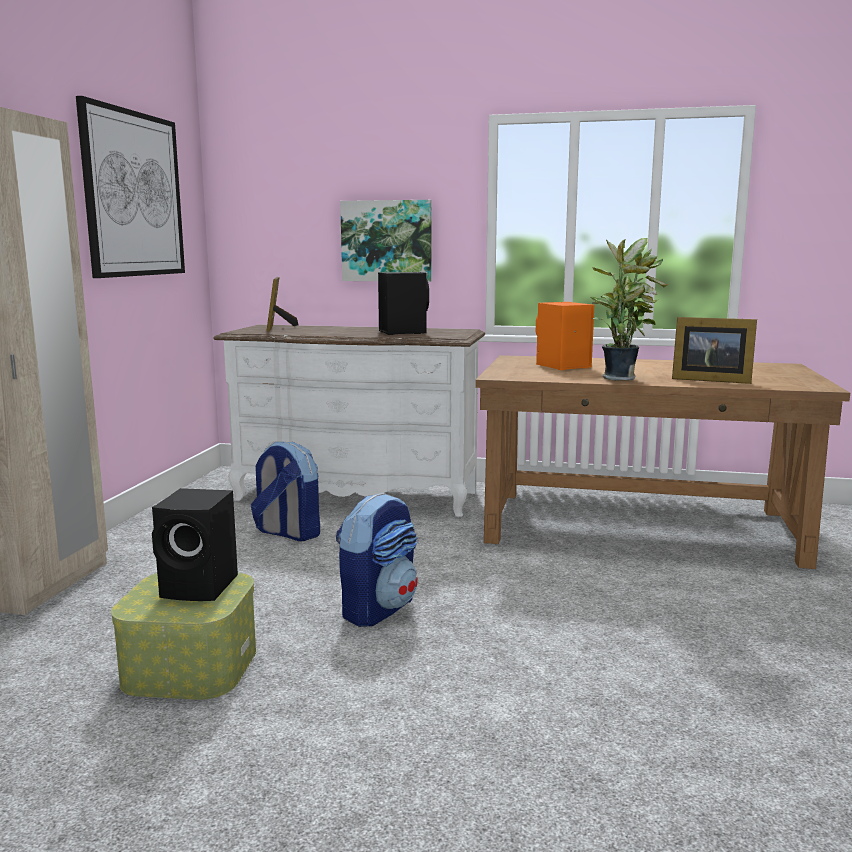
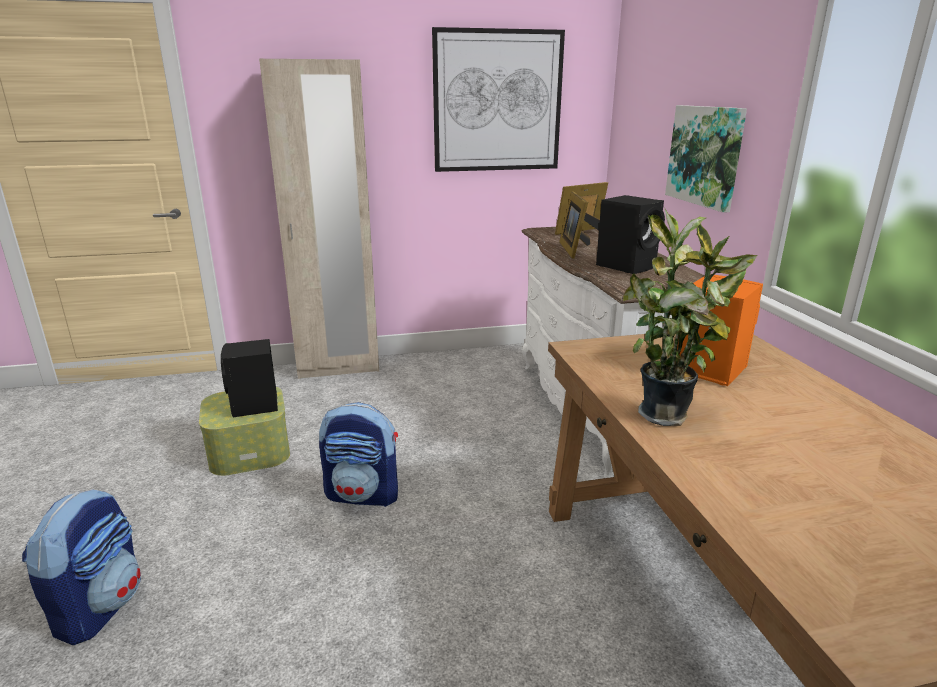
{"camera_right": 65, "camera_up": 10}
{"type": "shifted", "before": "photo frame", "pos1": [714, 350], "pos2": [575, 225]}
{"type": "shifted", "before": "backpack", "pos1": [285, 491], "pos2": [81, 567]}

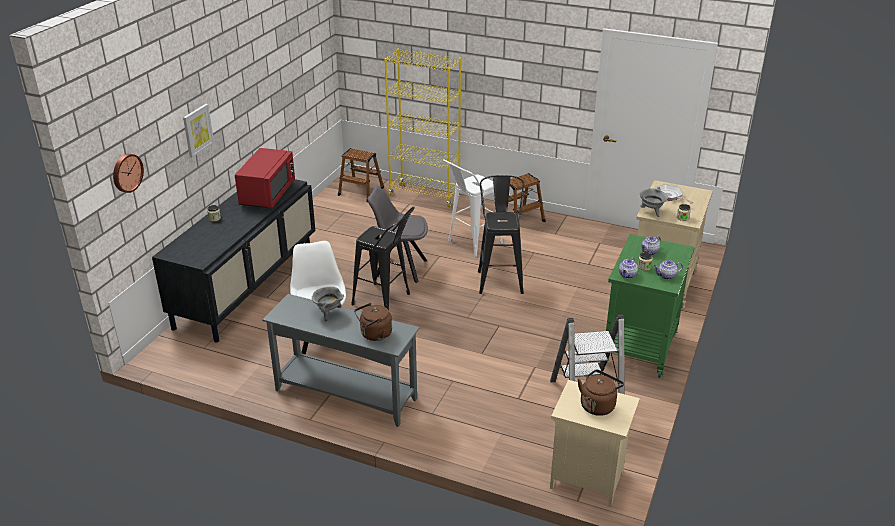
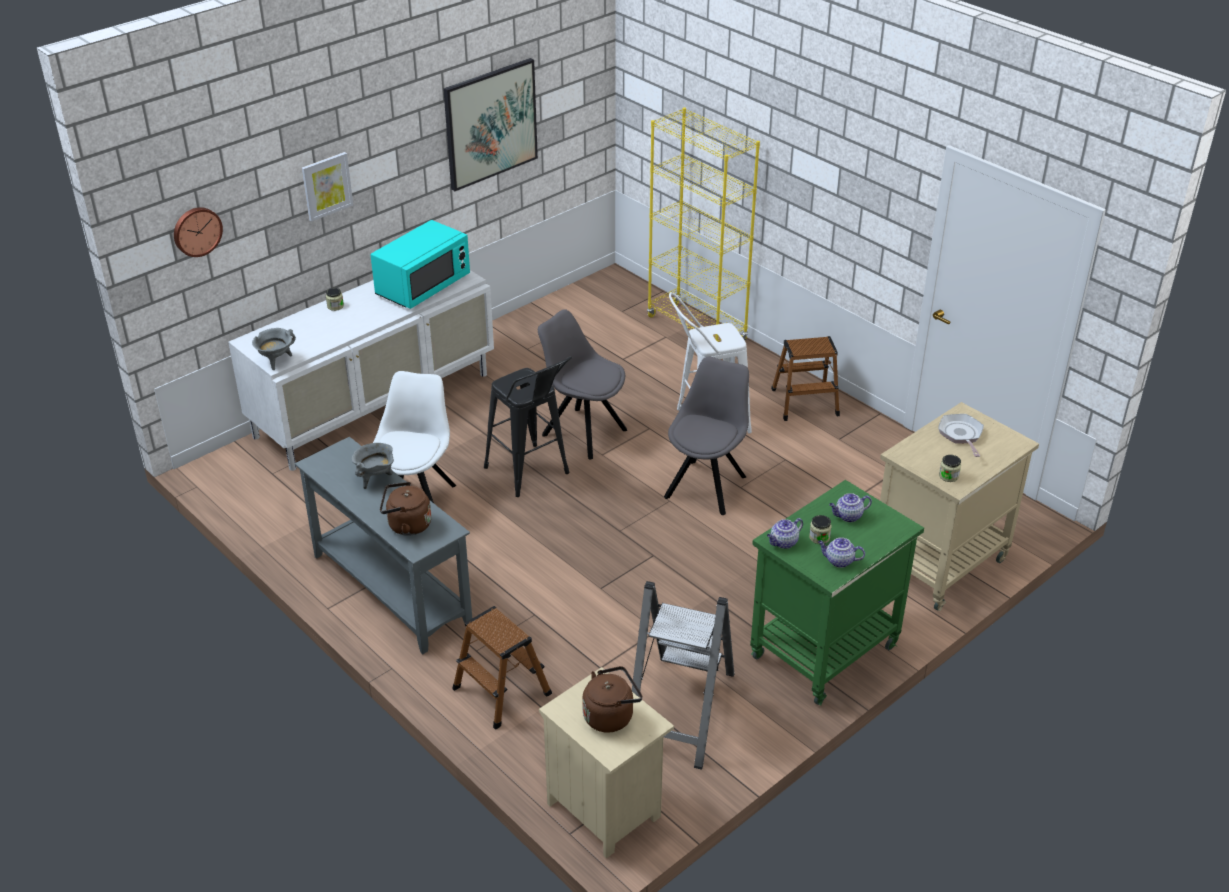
{"camera_right": 25, "camera_up": 5}
{"type": "repainted", "before": "kitchen microwave/red-coloured", "after": "kitchen microwave/turquoise-coloured", "pos1": [265, 178], "pos2": [420, 264]}
{"type": "shifted", "before": "step ladder/brownish", "pos1": [361, 175], "pos2": [502, 667]}
{"type": "swapped", "before": "stool seat/black-coloured", "after": "chair/gray", "pos1": [501, 234], "pos2": [706, 436]}
{"type": "repainted", "before": "cabinet/black-coloured", "after": "cabinet/whitish", "pos1": [233, 260], "pos2": [361, 370]}
{"type": "shifted", "before": "stockpot/gray", "pos1": [653, 202], "pos2": [274, 349]}
{"type": "new", "after": "wall art", "pos2": [490, 124]}

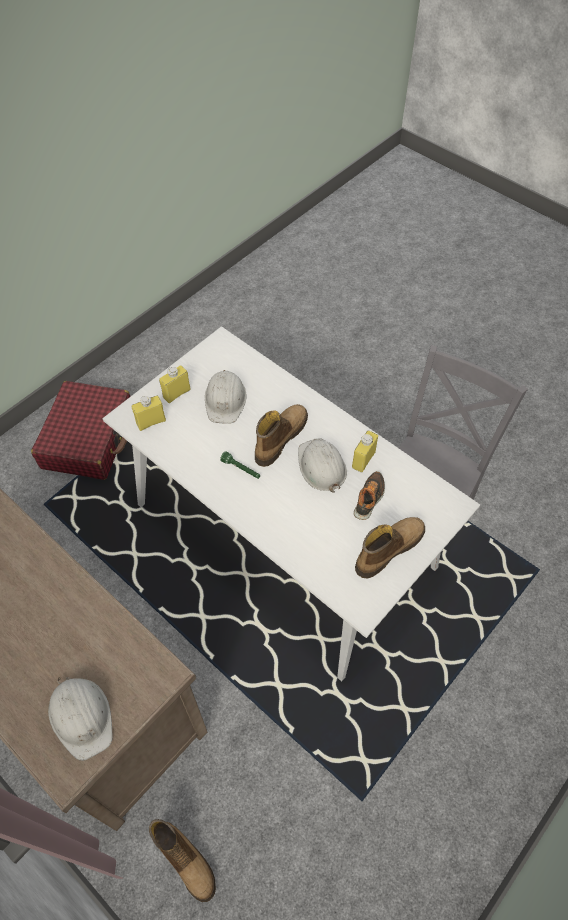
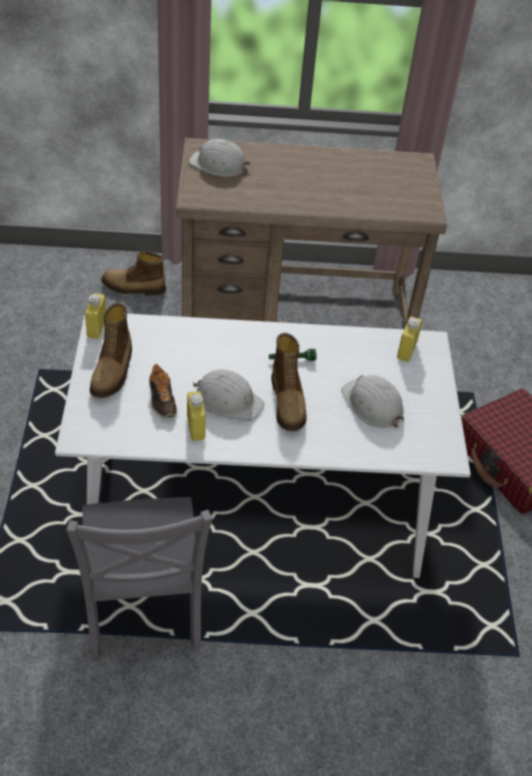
{"camera_right": 135, "camera_up": -10}
{"type": "shifted", "before": "bottle/yellow-coloured", "pos1": [175, 384], "pos2": [95, 316]}

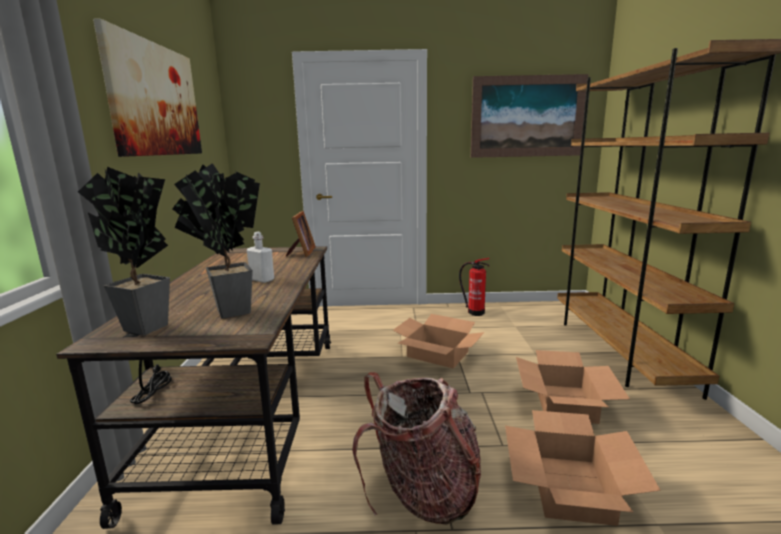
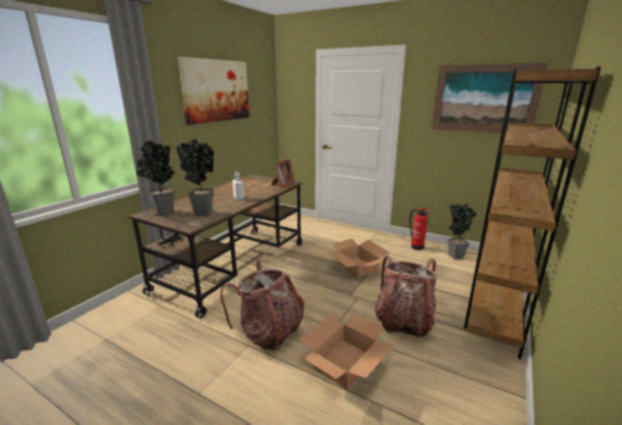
{"camera_right": 30, "camera_up": 5}
{"type": "swapped", "before": "carton", "after": "backpack", "pos1": [573, 387], "pos2": [406, 296]}
{"type": "new", "after": "houseplant", "pos2": [462, 231]}

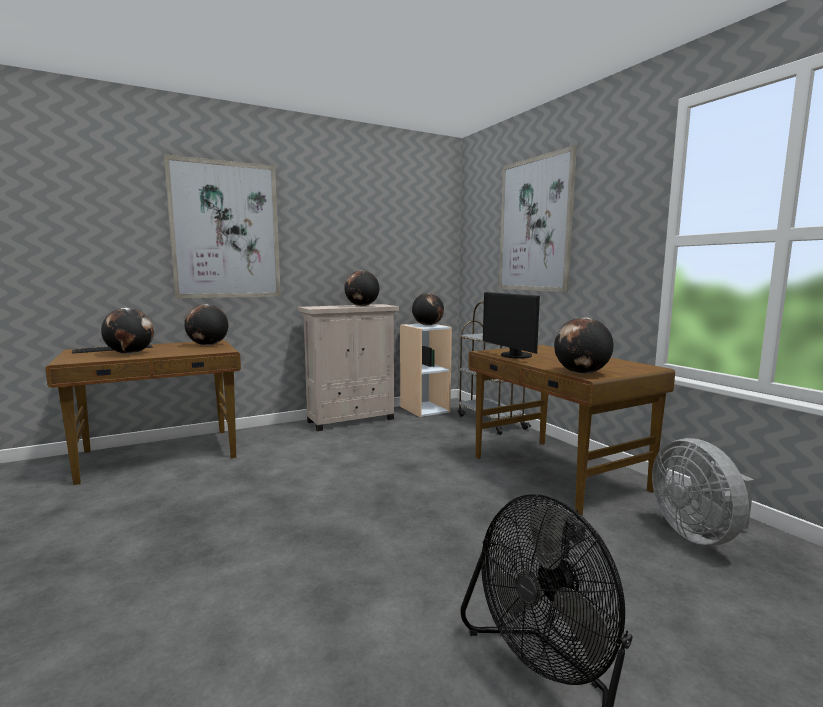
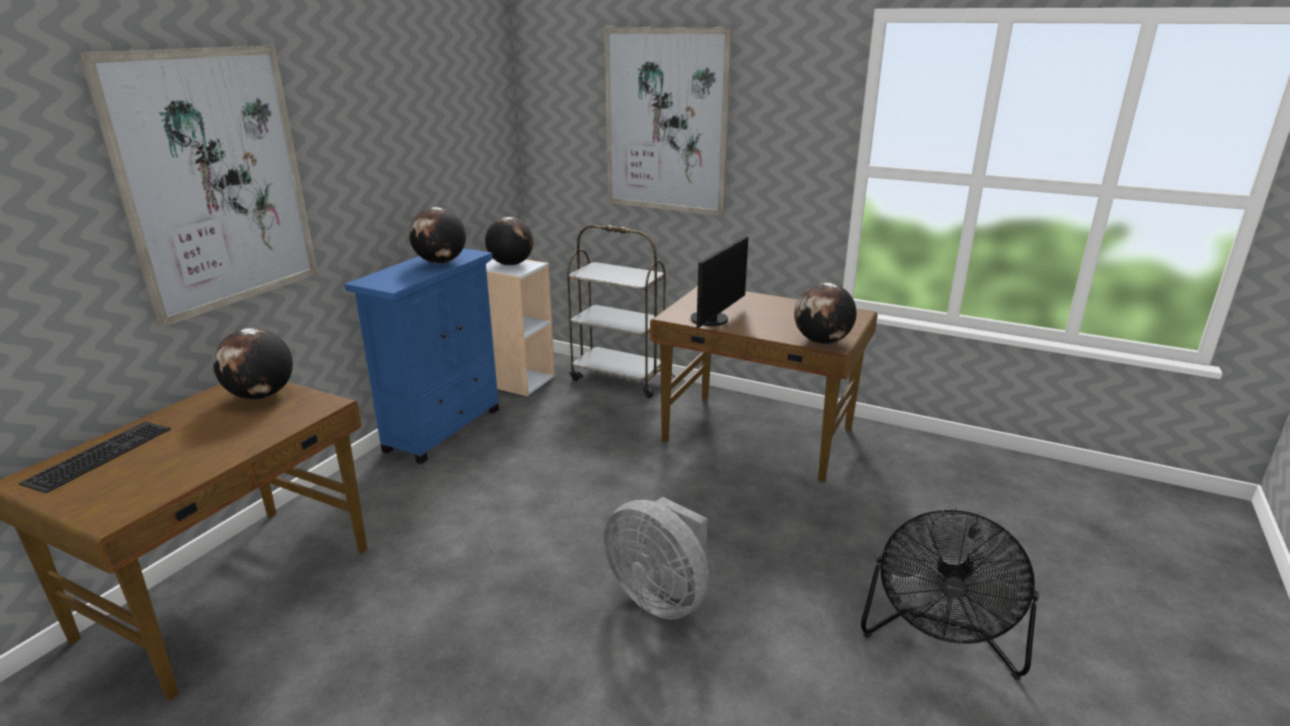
{"camera_right": -35, "camera_up": 15}
{"type": "rotated", "before": "computer display", "pos1": [511, 325], "pos2": [719, 282], "turn": -90}
{"type": "repainted", "before": "cabinet/beige", "after": "cabinet/blue", "pos1": [348, 368], "pos2": [421, 356]}
{"type": "gone", "before": "globe", "pos1": [127, 331]}
{"type": "shifted", "before": "electric fan/gray", "pos1": [703, 492], "pos2": [656, 558]}

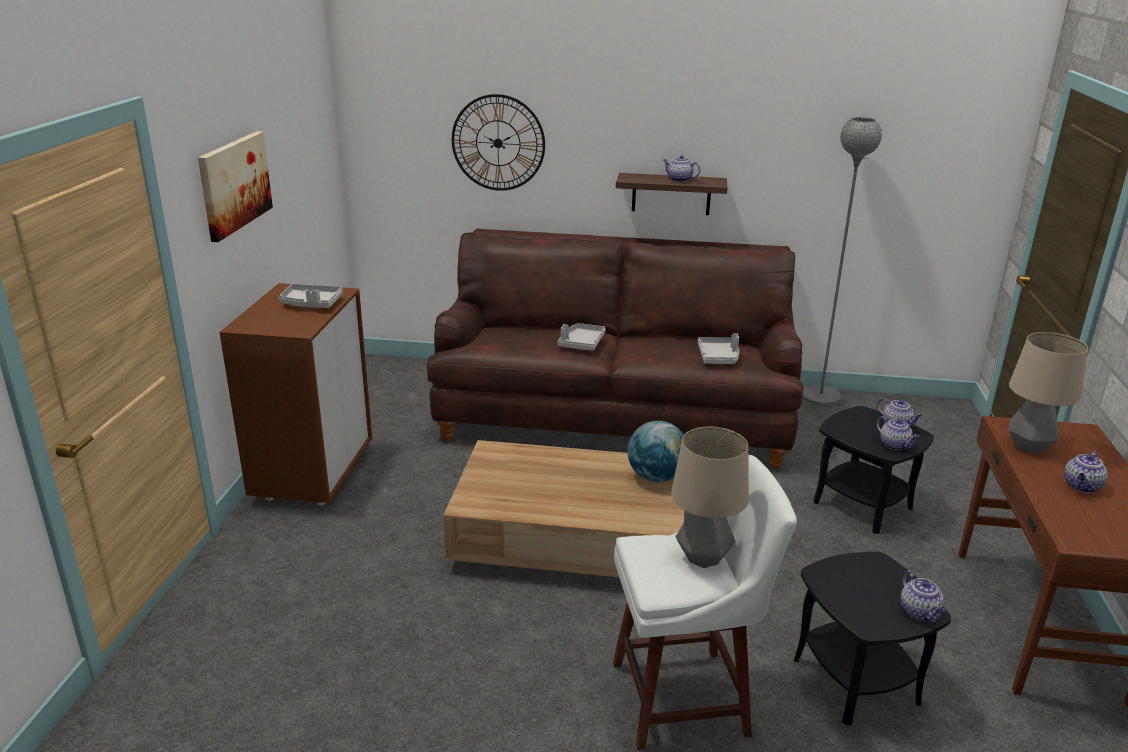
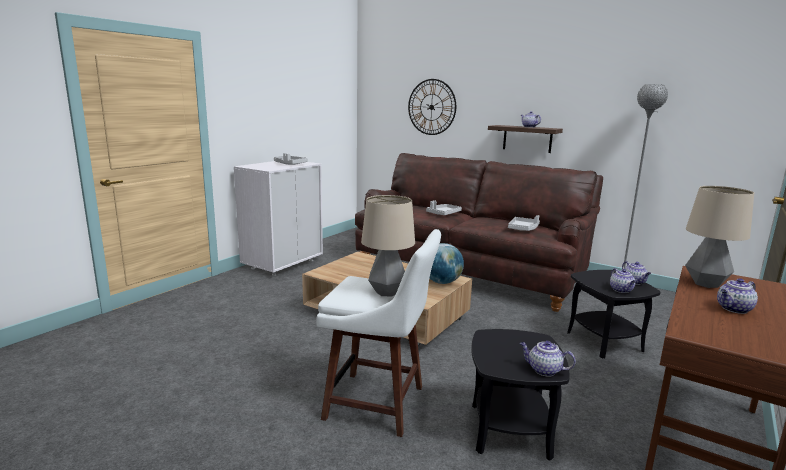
{"camera_right": 25, "camera_up": -10}
{"type": "gone", "before": "wall art", "pos1": [235, 186]}
{"type": "repainted", "before": "cabinet/brownish", "after": "cabinet/whitish", "pos1": [295, 394], "pos2": [278, 218]}
{"type": "rotated", "before": "tea pot", "pos1": [923, 596], "pos2": [548, 359], "turn": 105}

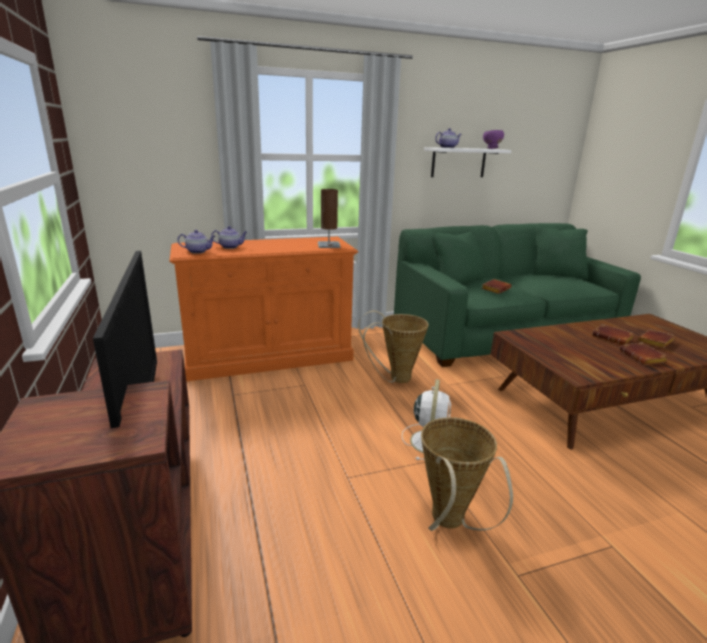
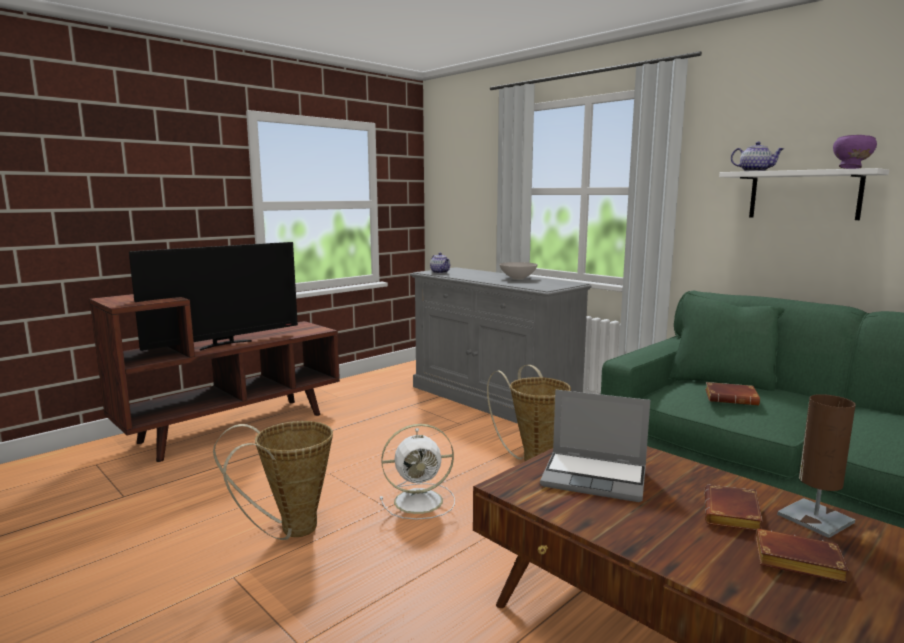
{"camera_right": 65, "camera_up": -10}
{"type": "shifted", "before": "lamp for a table/brownish", "pos1": [329, 218], "pos2": [816, 466]}
{"type": "gone", "before": "tea pot", "pos1": [229, 237]}
{"type": "repainted", "before": "cabinet/orange", "after": "cabinet/gray", "pos1": [264, 309], "pos2": [501, 345]}
{"type": "gone", "before": "bound book/brownish", "pos1": [644, 354]}
{"type": "new", "after": "bowl/whitish", "pos2": [518, 270]}
{"type": "new", "after": "laptop", "pos2": [595, 446]}

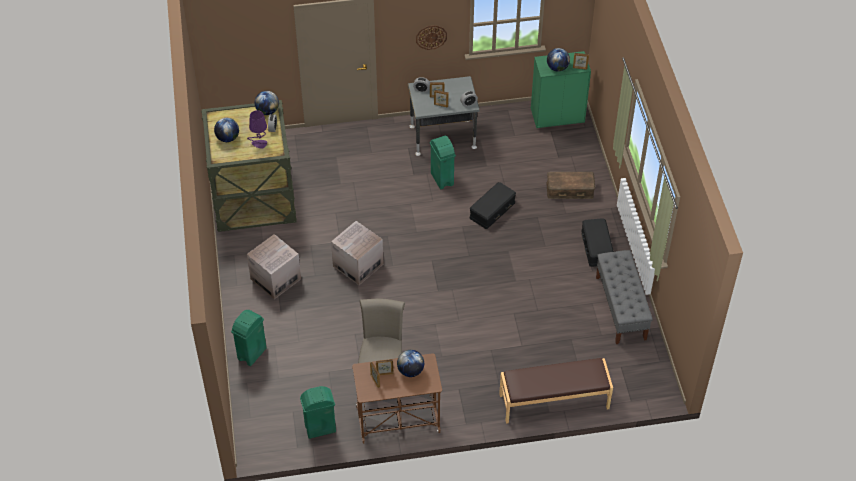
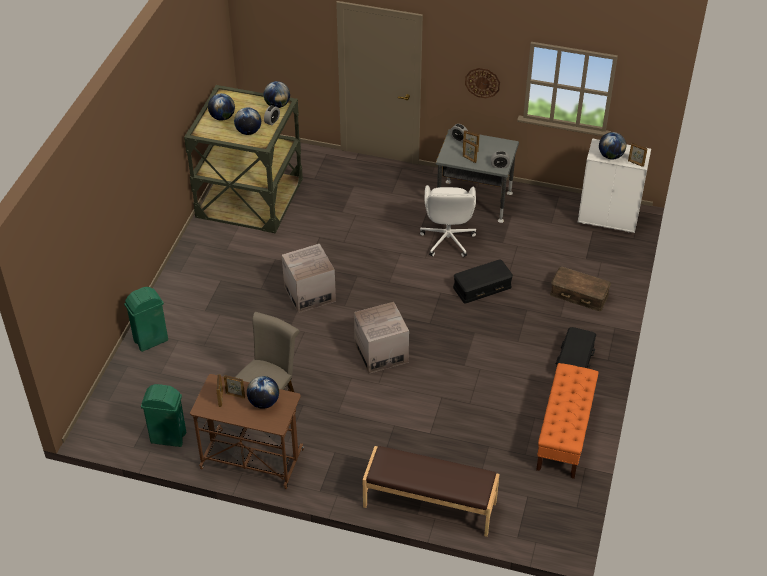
{"camera_right": 25, "camera_up": -5}
{"type": "repainted", "before": "cabinet/green-coloured", "after": "cabinet/whitish", "pos1": [561, 89], "pos2": [614, 185]}
{"type": "swapped", "before": "lamp for a table/purple-coloured", "after": "globe", "pos1": [257, 129], "pos2": [247, 121]}
{"type": "swapped", "before": "rubbish bin/green-coloured", "after": "office chair/whitish", "pos1": [443, 162], "pos2": [448, 221]}
{"type": "shifted", "before": "carton", "pos1": [274, 266], "pos2": [381, 338]}
{"type": "repainted", "before": "long seat/gray", "after": "long seat/orange", "pos1": [624, 297], "pos2": [567, 421]}

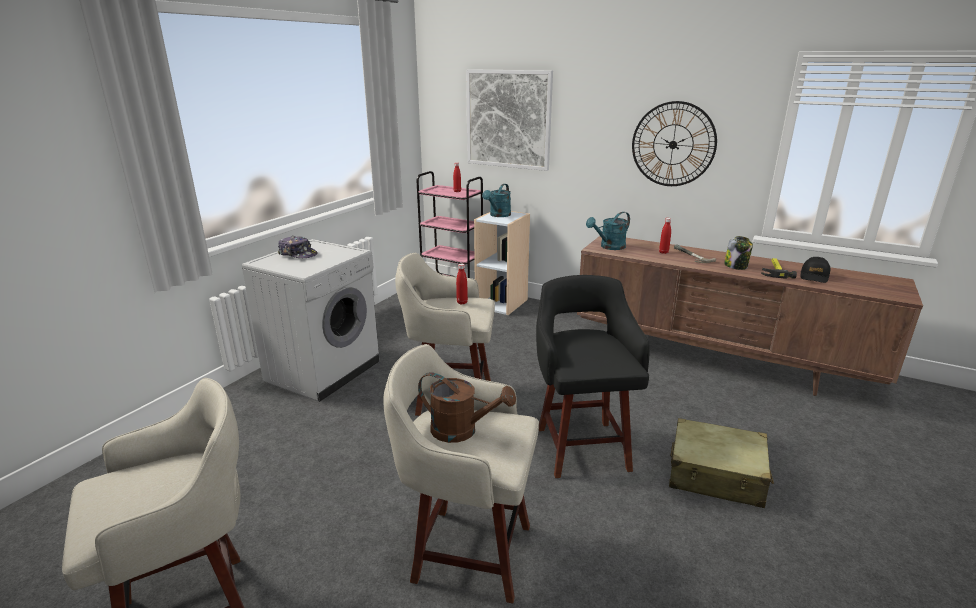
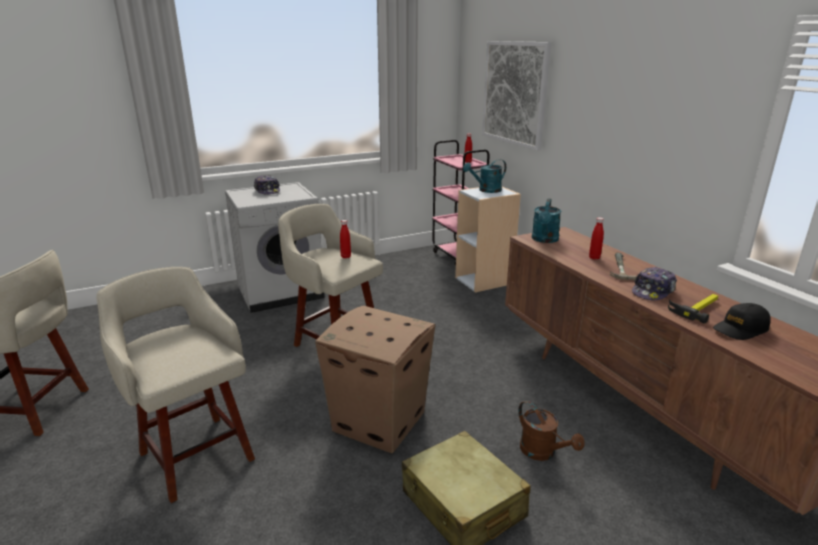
{"camera_right": 35, "camera_up": 0}
{"type": "gone", "before": "hanging clock", "pos1": [674, 143]}
{"type": "rotated", "before": "sprinkling can/turquoise-coloured", "pos1": [608, 231], "pos2": [546, 220], "turn": -75}
{"type": "swapped", "before": "storage jar", "after": "baseball cap", "pos1": [738, 253], "pos2": [654, 283]}
{"type": "swapped", "before": "stool seat/black-coloured", "after": "carton", "pos1": [592, 376], "pos2": [375, 379]}
{"type": "shifted", "before": "sprinkling can/brownish", "pos1": [467, 407], "pos2": [551, 430]}

